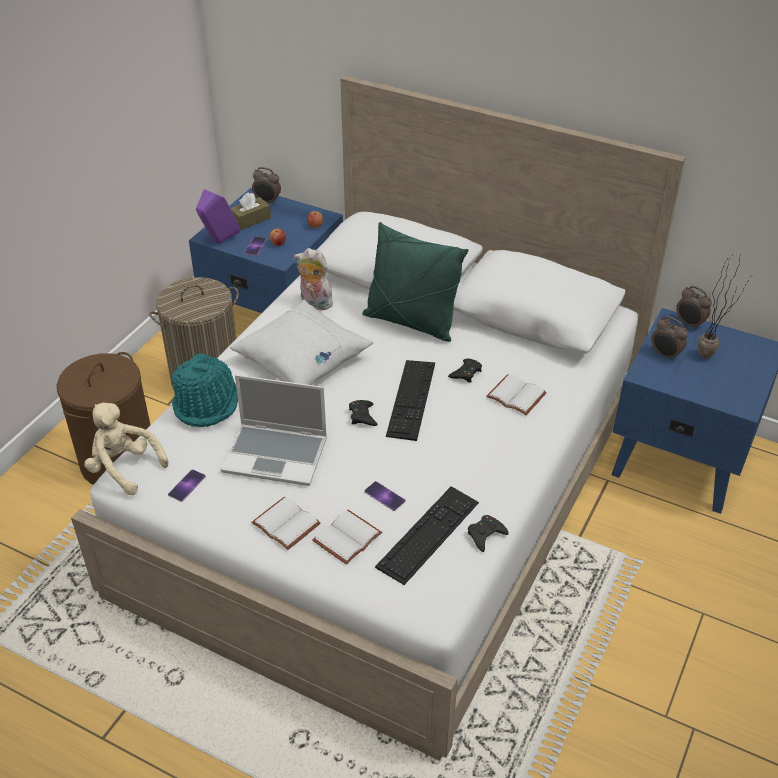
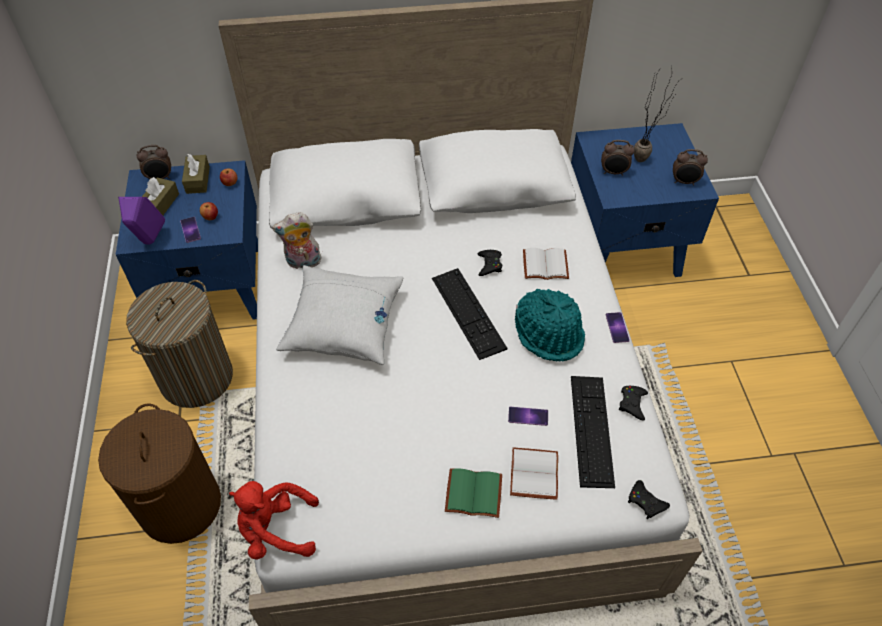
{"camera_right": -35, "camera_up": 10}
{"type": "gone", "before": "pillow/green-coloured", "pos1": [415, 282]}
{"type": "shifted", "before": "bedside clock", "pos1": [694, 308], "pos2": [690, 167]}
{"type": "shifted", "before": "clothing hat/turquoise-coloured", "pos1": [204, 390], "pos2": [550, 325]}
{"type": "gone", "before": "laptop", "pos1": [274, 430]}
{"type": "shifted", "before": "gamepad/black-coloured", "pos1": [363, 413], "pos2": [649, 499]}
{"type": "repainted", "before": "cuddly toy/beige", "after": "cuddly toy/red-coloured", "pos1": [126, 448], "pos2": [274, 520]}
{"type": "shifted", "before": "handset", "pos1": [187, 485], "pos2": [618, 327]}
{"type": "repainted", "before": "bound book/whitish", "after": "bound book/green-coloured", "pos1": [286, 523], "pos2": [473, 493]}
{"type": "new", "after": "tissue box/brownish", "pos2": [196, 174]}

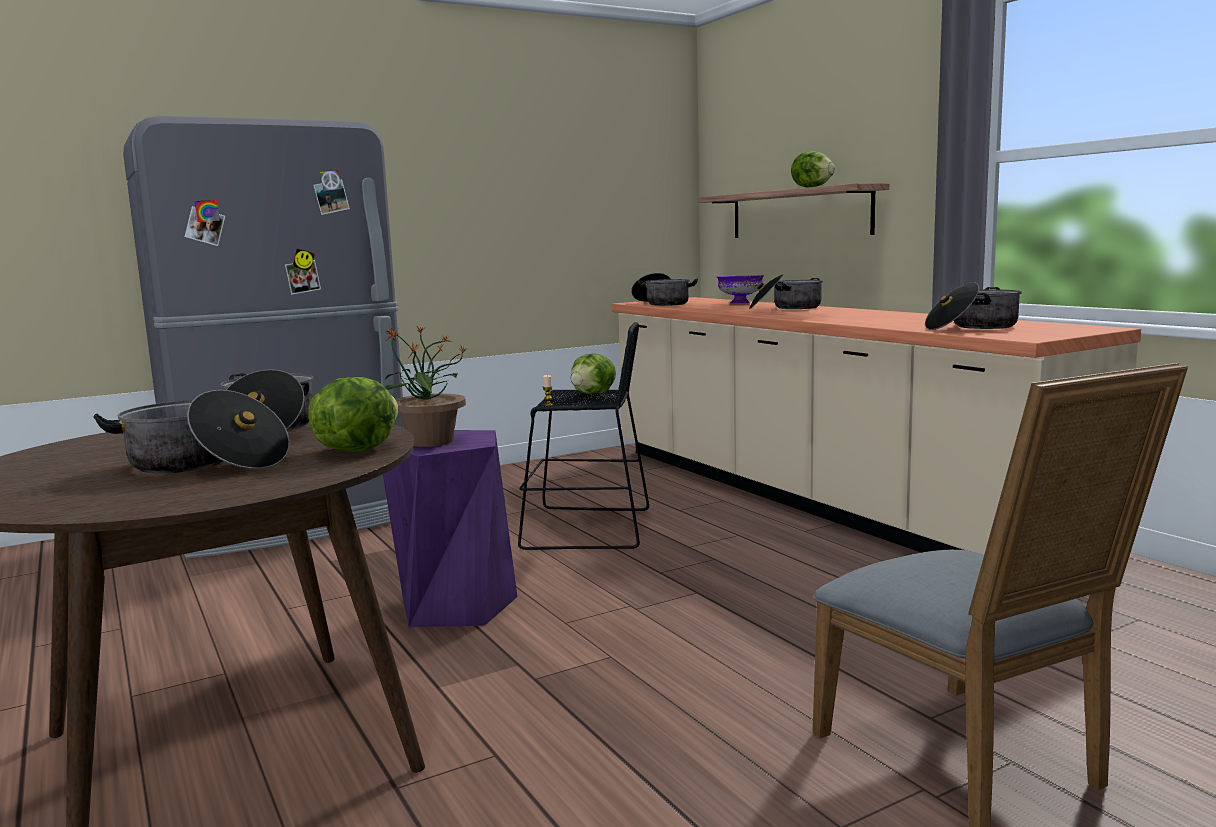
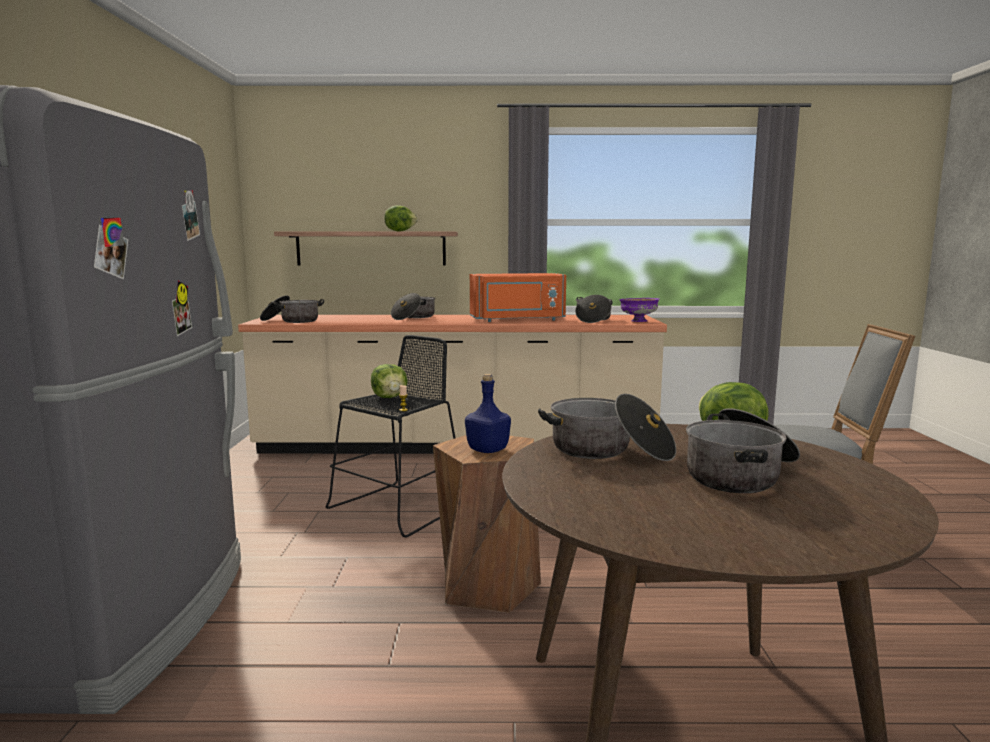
{"camera_right": -60, "camera_up": 0}
{"type": "shifted", "before": "bowl/purple-coloured", "pos1": [740, 289], "pos2": [639, 310]}
{"type": "swapped", "before": "houseplant", "after": "bottle/blue", "pos1": [427, 386], "pos2": [488, 413]}
{"type": "repainted", "before": "stool seat/purple-coloured", "after": "stool seat/brownish", "pos1": [450, 528], "pos2": [487, 524]}
{"type": "new", "after": "kitchen microwave/orange", "pos2": [518, 297]}

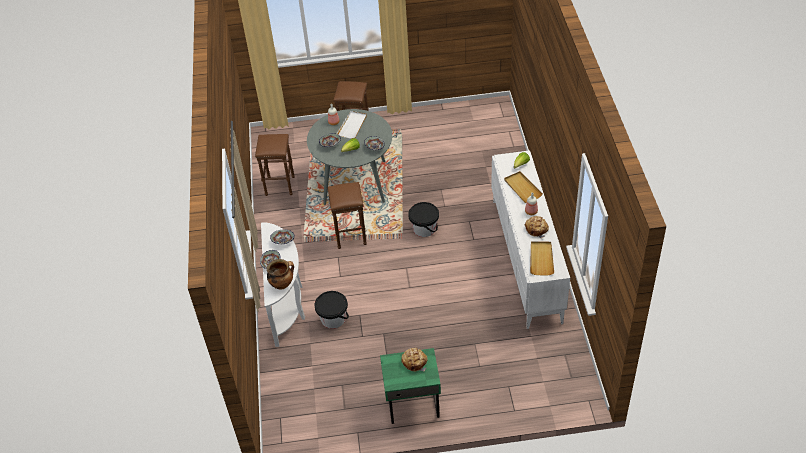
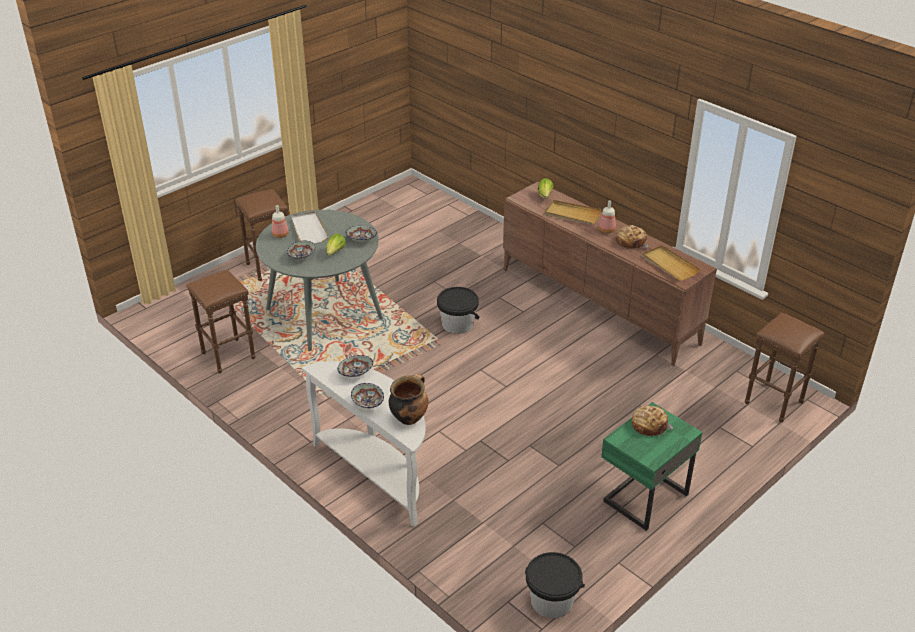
{"camera_right": -40, "camera_up": -10}
{"type": "repainted", "before": "cabinet/whitish", "after": "cabinet/brownish", "pos1": [530, 239], "pos2": [610, 274]}
{"type": "shifted", "before": "stool seat/brownish", "pos1": [347, 215], "pos2": [784, 367]}
{"type": "shifted", "before": "pail/black-coloured", "pos1": [331, 310], "pos2": [555, 585]}

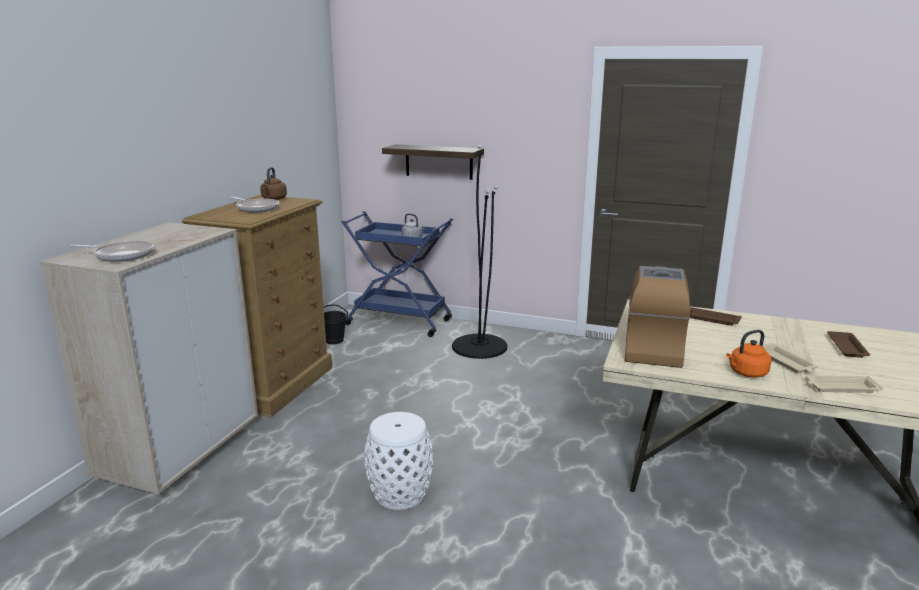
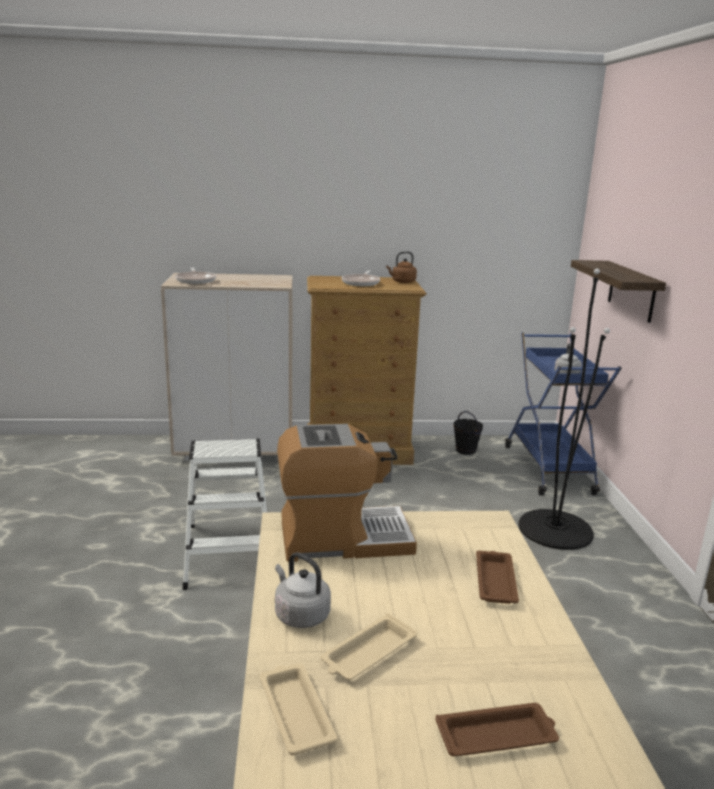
{"camera_right": 65, "camera_up": 0}
{"type": "repainted", "before": "kettle/orange", "after": "kettle/gray", "pos1": [748, 354], "pos2": [303, 590]}
{"type": "swapped", "before": "stool seat/whitish", "after": "step ladder/whitish", "pos1": [398, 461], "pos2": [225, 514]}

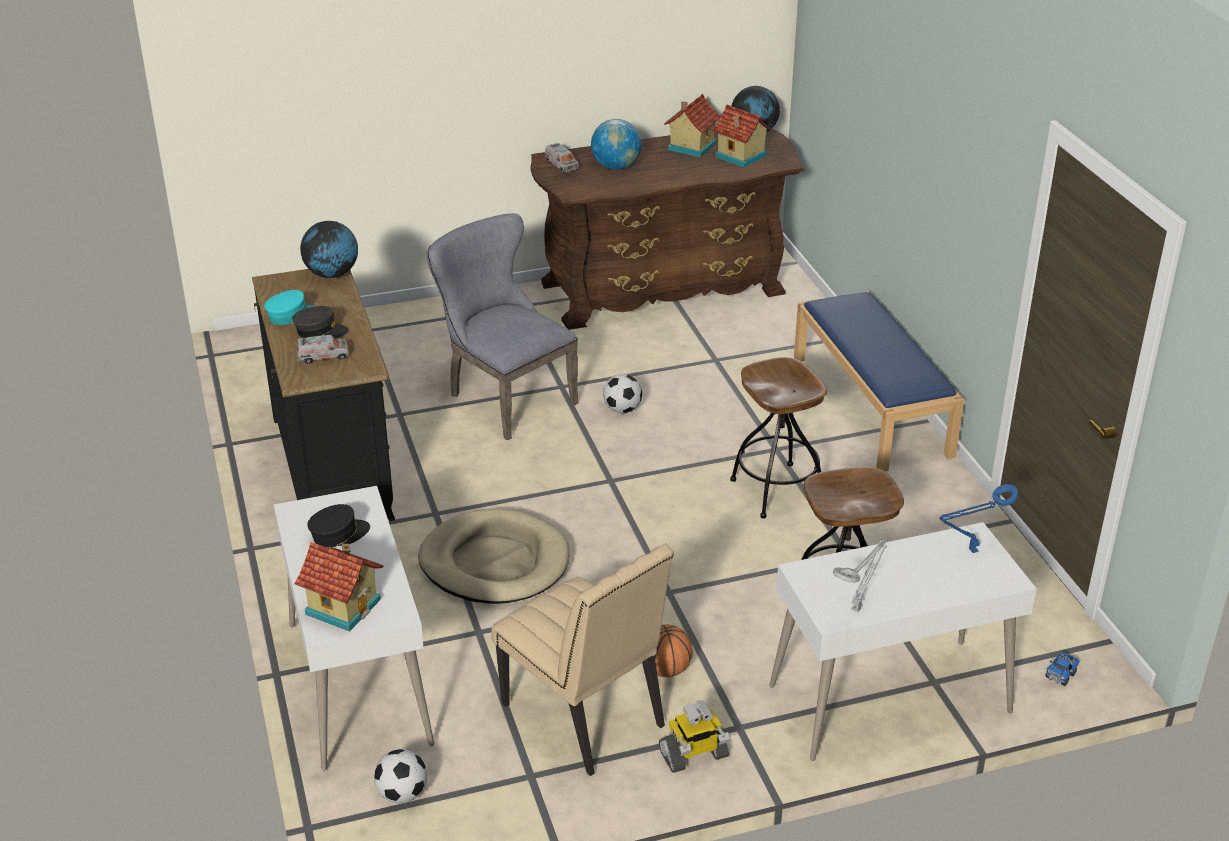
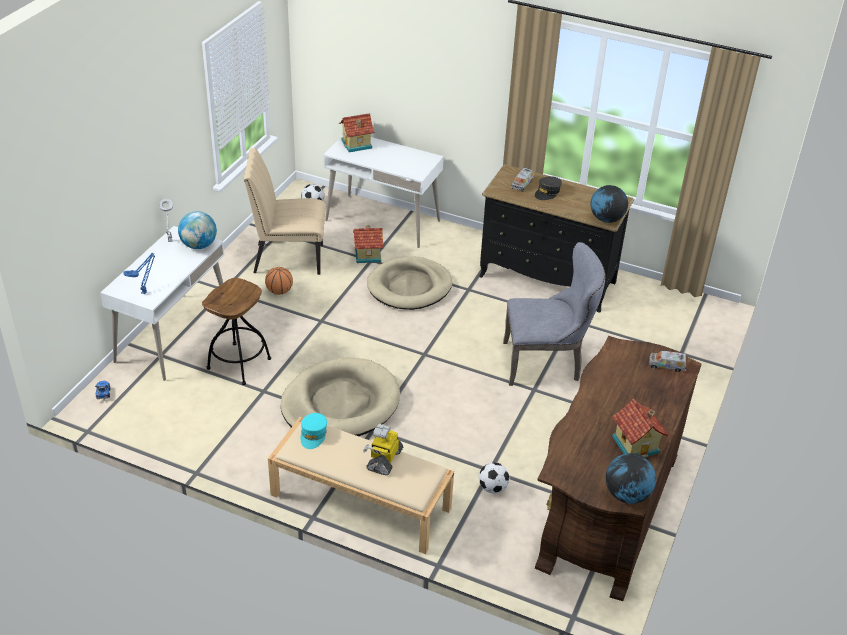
{"camera_right": 130, "camera_up": 5}
{"type": "shifted", "before": "model house", "pos1": [742, 136], "pos2": [368, 244]}
{"type": "shifted", "before": "globe", "pos1": [616, 144], "pos2": [197, 230]}
{"type": "shifted", "before": "baseball cap/turquoise-coloured", "pos1": [290, 307], "pos2": [313, 431]}
{"type": "repainted", "before": "long seat/blue", "after": "long seat/beige", "pos1": [879, 381], "pos2": [361, 485]}
{"type": "swapped", "before": "stool seat/brownish", "after": "dog bed/beige", "pos1": [778, 437], "pos2": [340, 397]}
{"type": "shifted", "before": "ball for football", "pos1": [622, 393], "pos2": [493, 478]}
{"type": "gone", "before": "baseball cap/black-coloured", "pos1": [339, 525]}
{"type": "shifted", "before": "model robot", "pos1": [694, 737], "pos2": [383, 449]}

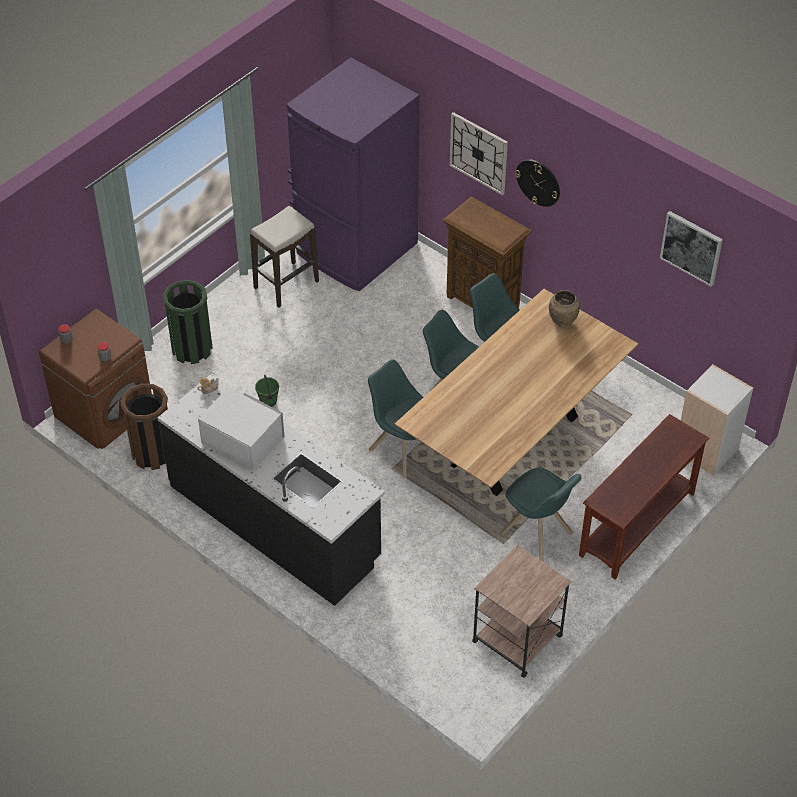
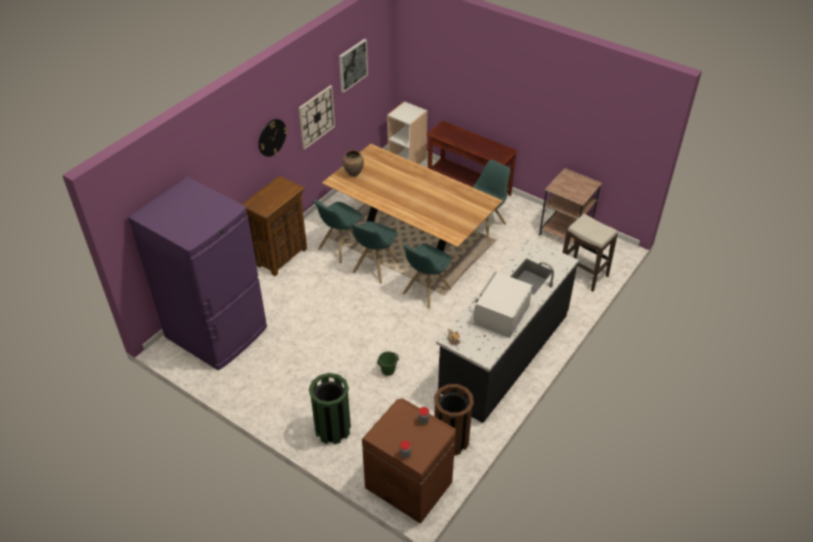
{"camera_right": -95, "camera_up": -5}
{"type": "shifted", "before": "hanging clock", "pos1": [479, 154], "pos2": [317, 117]}
{"type": "shifted", "before": "stool seat", "pos1": [284, 257], "pos2": [590, 253]}

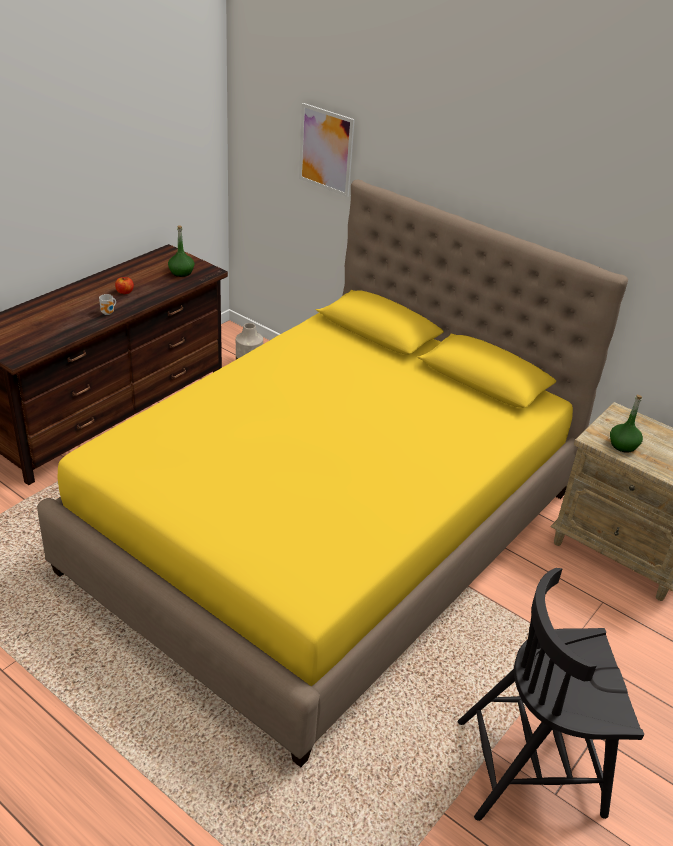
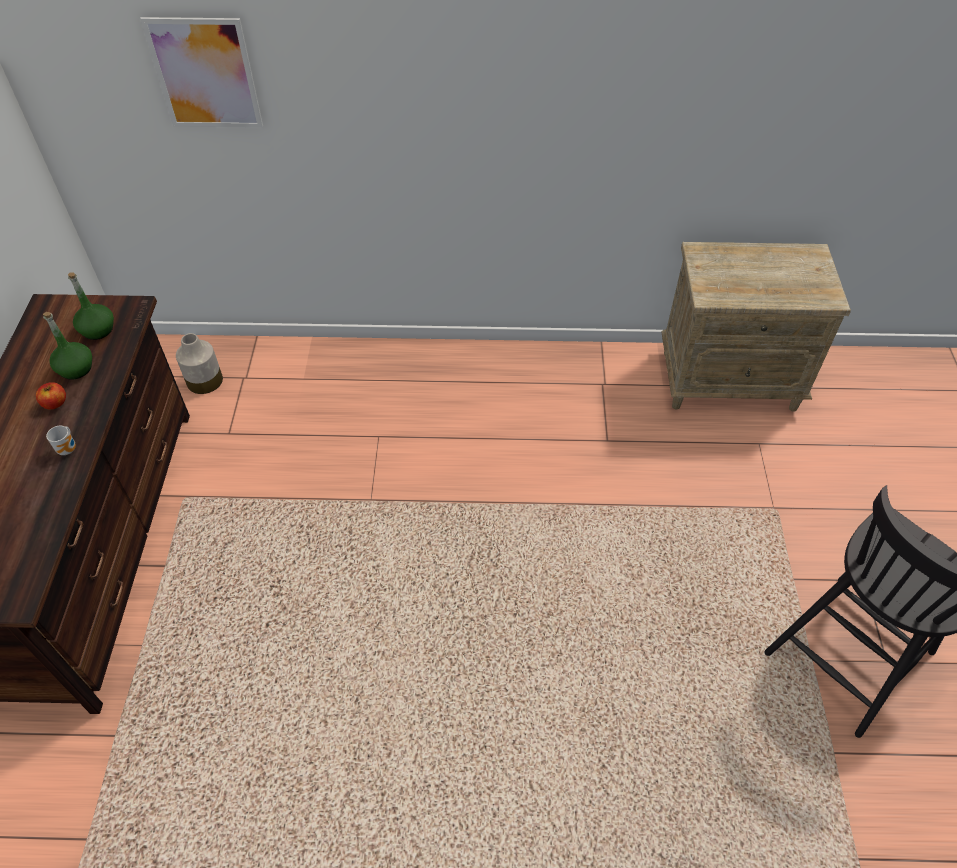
{"camera_right": -35, "camera_up": 15}
{"type": "gone", "before": "bed/yellow-coloured", "pos1": [332, 473]}
{"type": "shifted", "before": "bottle/green-coloured", "pos1": [626, 424], "pos2": [67, 346]}

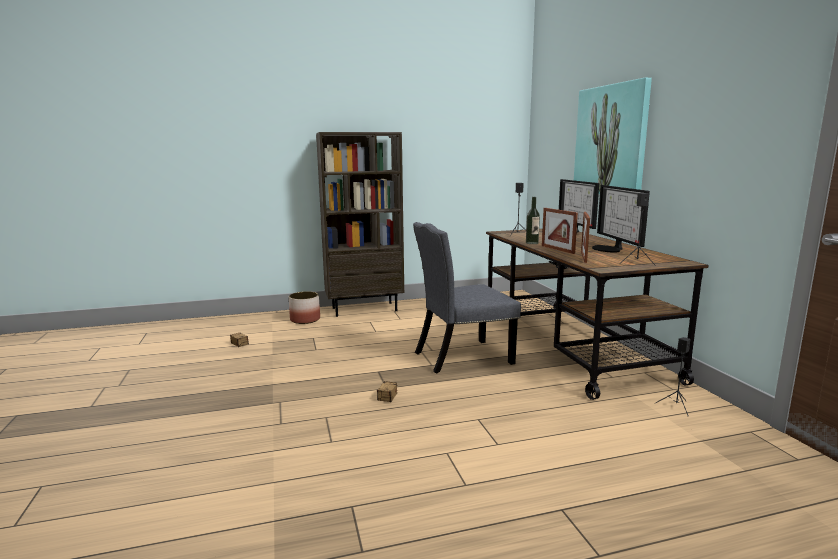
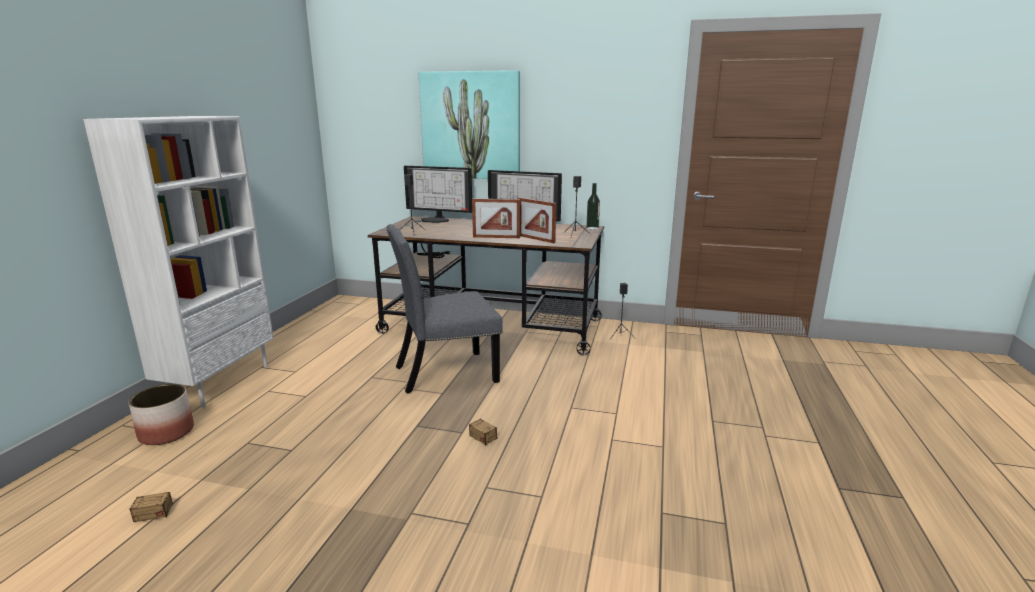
{"camera_right": -60, "camera_up": 5}
{"type": "repainted", "before": "bookshelf/brownish", "after": "bookshelf/whitish", "pos1": [360, 224], "pos2": [178, 262]}
{"type": "shifted", "before": "bottle", "pos1": [533, 220], "pos2": [593, 206]}
{"type": "rotated", "before": "chair/gray", "pos1": [467, 298], "pos2": [445, 309], "turn": 60}

